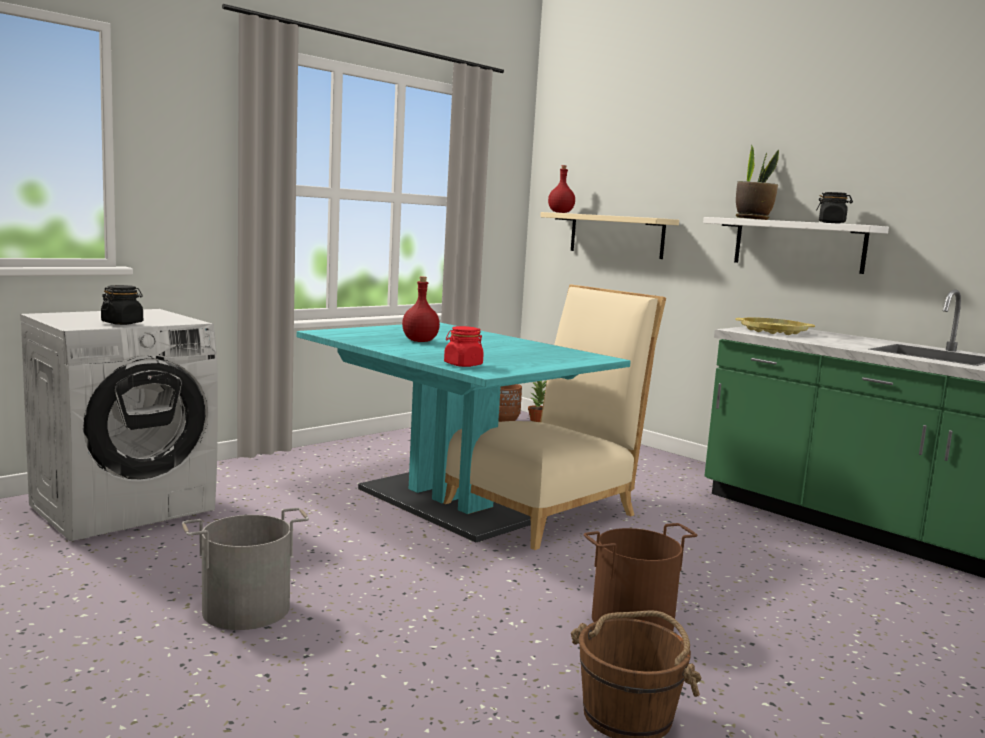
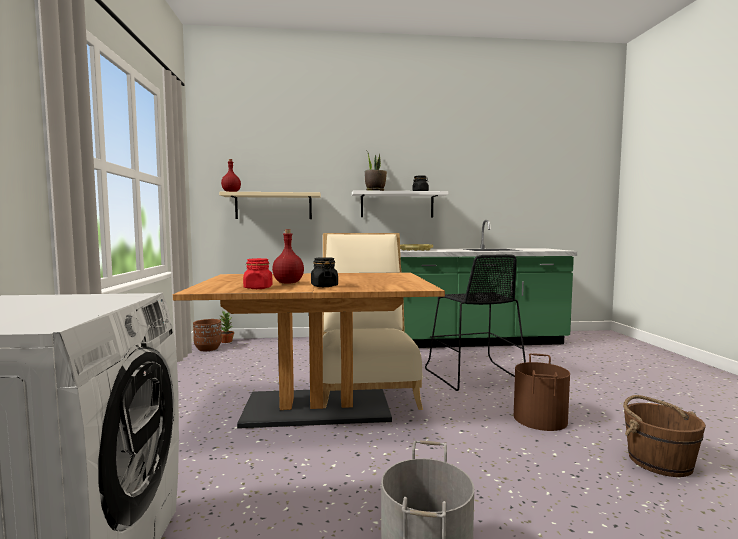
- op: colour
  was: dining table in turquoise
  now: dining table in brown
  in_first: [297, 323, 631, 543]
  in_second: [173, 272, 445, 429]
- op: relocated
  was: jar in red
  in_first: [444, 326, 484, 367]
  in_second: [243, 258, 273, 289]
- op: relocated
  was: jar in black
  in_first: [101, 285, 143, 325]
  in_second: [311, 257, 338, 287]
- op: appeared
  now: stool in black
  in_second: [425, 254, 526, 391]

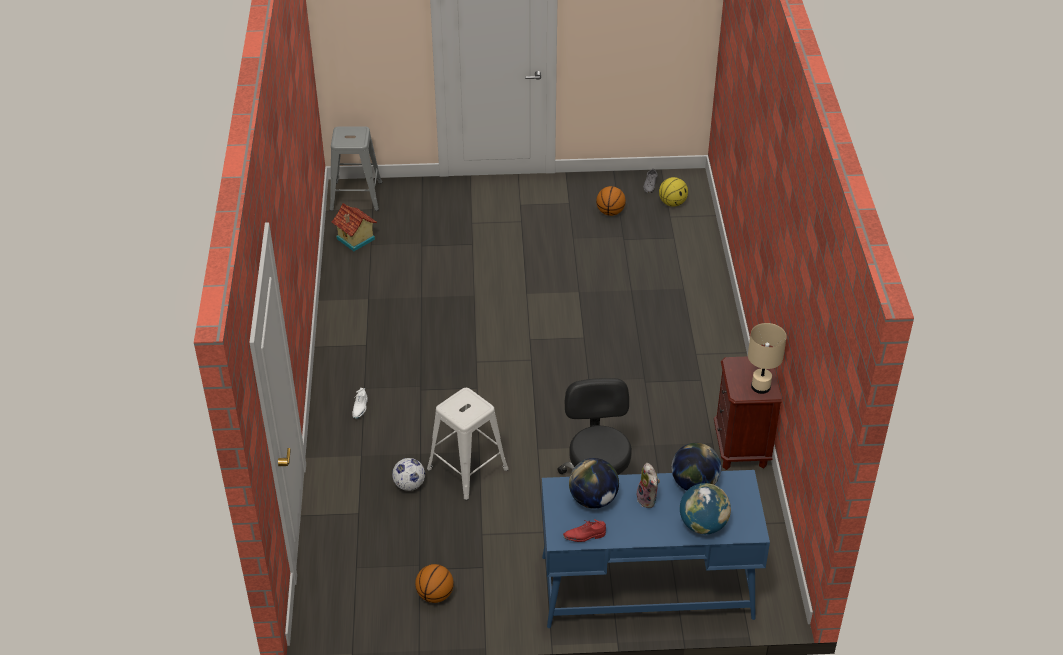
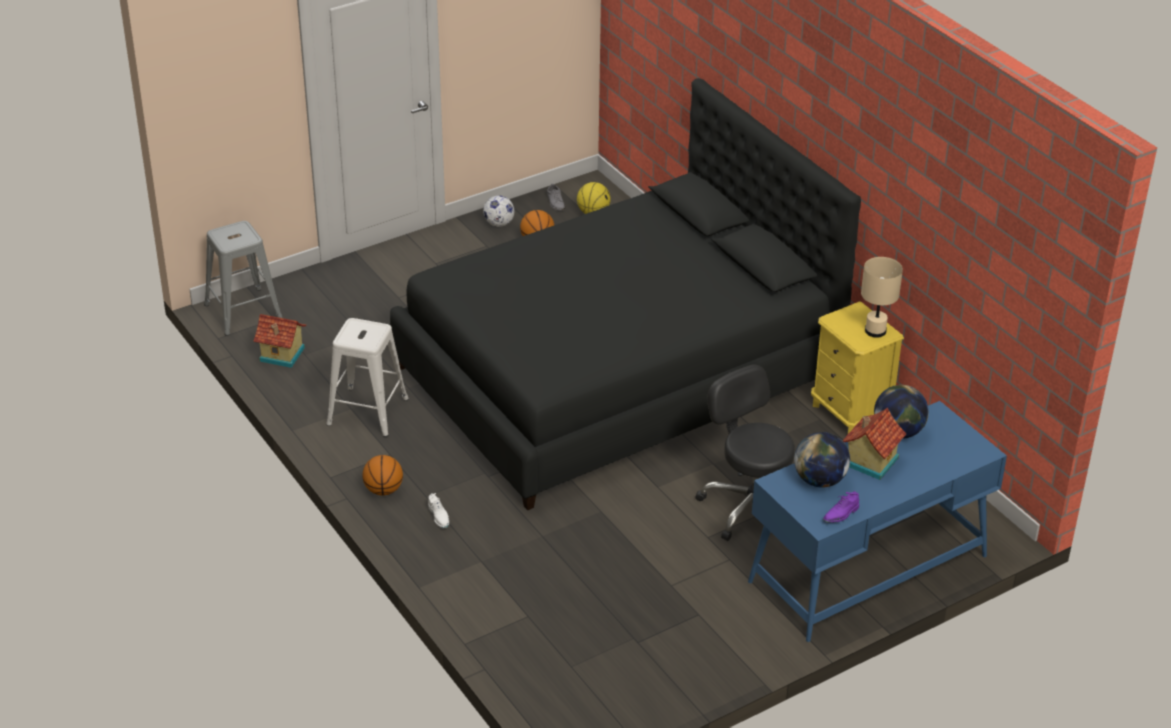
- op: relocated
  was: stool in white
  in_first: [427, 388, 509, 500]
  in_second: [326, 318, 409, 437]
- op: relocated
  was: basketball
  in_first: [415, 564, 454, 603]
  in_second: [362, 455, 403, 496]
- op: appeared
  now: bed in black
  in_second: [390, 78, 861, 510]
- op: relocated
  was: football
  in_first: [392, 458, 425, 491]
  in_second: [483, 195, 515, 227]
- op: colour
  was: nightstand in brown
  now: nightstand in yellow
  in_first: [714, 356, 782, 470]
  in_second: [811, 301, 904, 434]
- op: colour
  was: shoe in red
  now: shoe in purple
  in_first: [563, 519, 606, 542]
  in_second: [823, 491, 859, 523]
- op: exchanged
  was: plush toy
  now: toy house
  in_first: [637, 463, 660, 508]
  in_second: [842, 407, 907, 480]
- op: missing
  was: globe
  in_first: [680, 483, 731, 534]

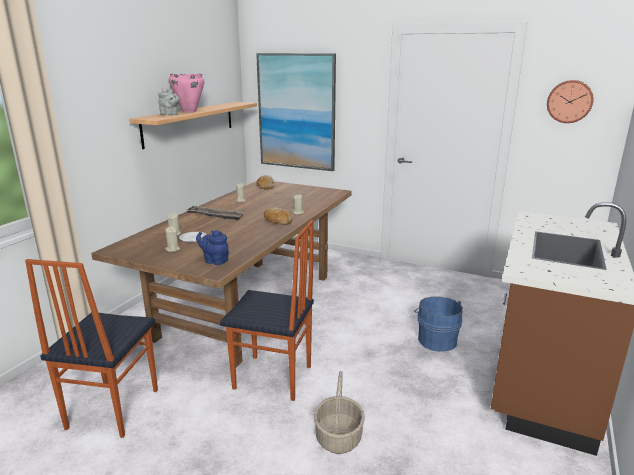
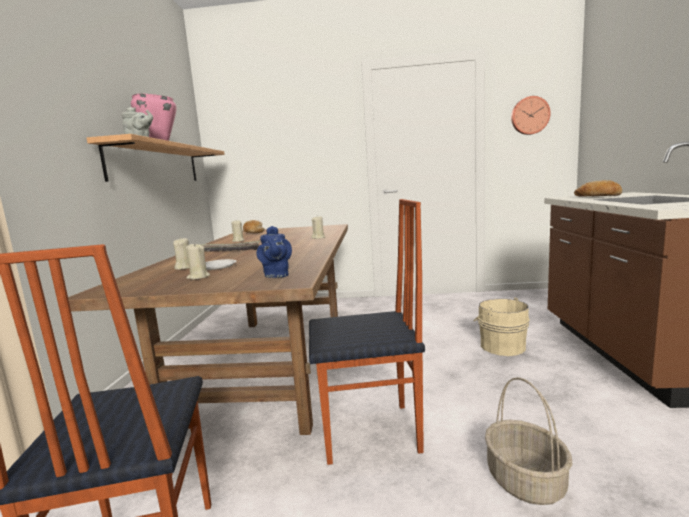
- op: spun
  was: teapot in blue
  in_first: [196, 230, 229, 265]
  in_second: [257, 226, 292, 278]
  clockwise: -105
- op: colour
  was: bucket in blue
  now: bucket in beige
  in_first: [414, 297, 463, 352]
  in_second: [473, 297, 530, 356]
- op: relocated
  was: bread
  in_first: [264, 207, 292, 225]
  in_second: [574, 180, 622, 196]
- op: missing
  was: picture
  in_first: [256, 53, 336, 171]

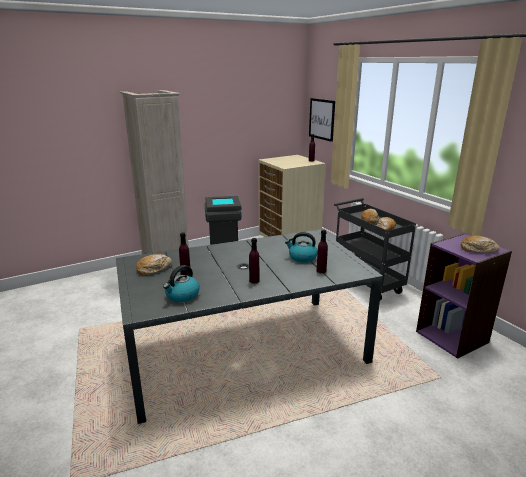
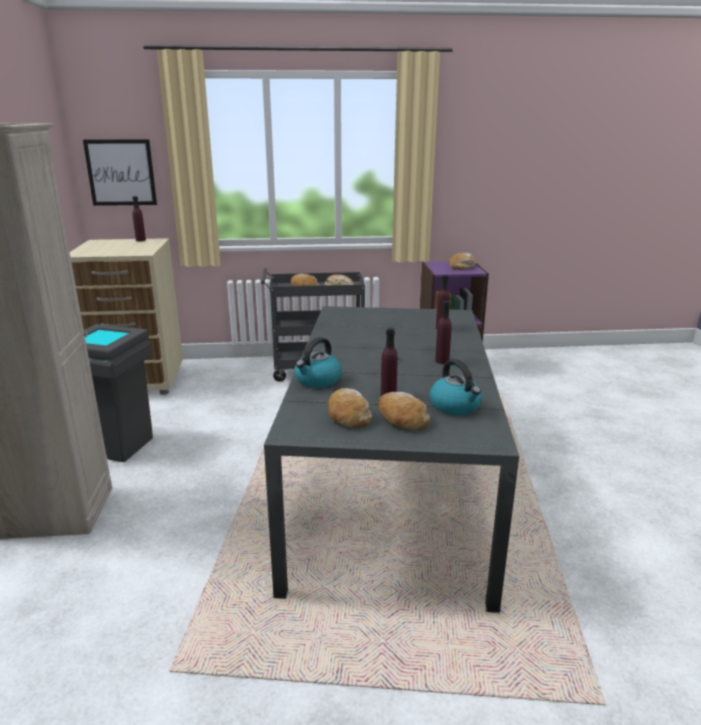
- op: relocated
  was: kettle
  in_first: [285, 232, 318, 263]
  in_second: [294, 337, 342, 388]
- op: appeared
  now: bread
  in_second: [378, 392, 430, 430]

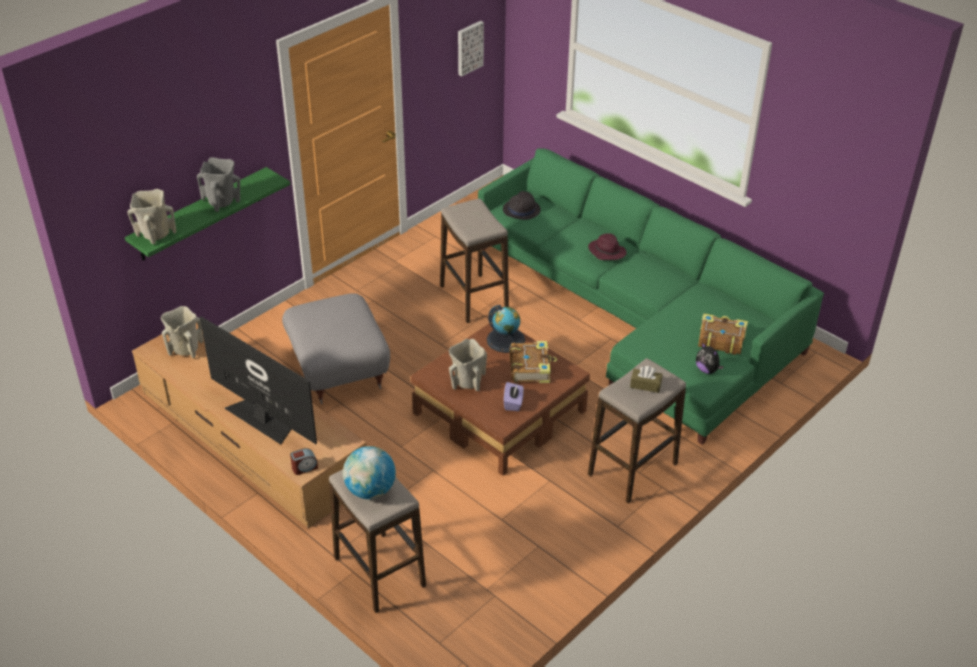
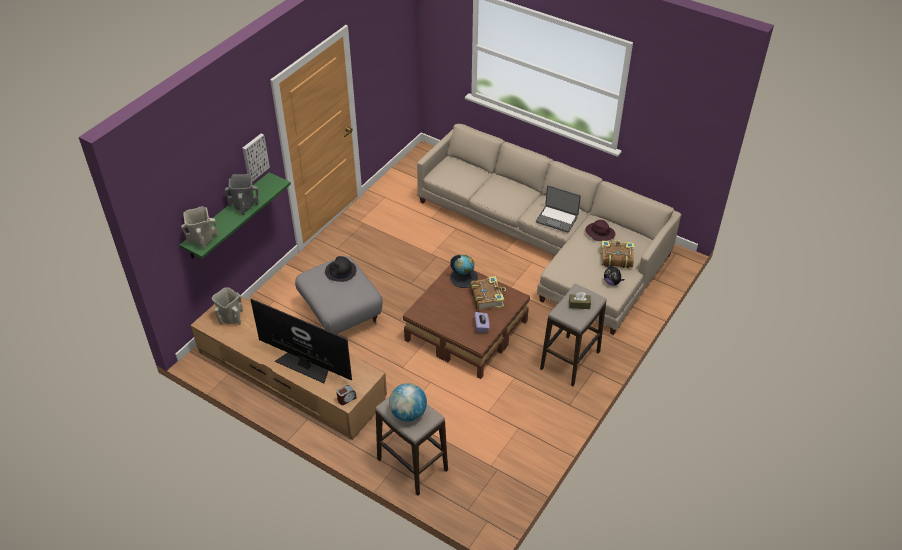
- op: relocated
  was: picture
  in_first: [458, 21, 484, 77]
  in_second: [242, 133, 270, 182]
- op: relocated
  was: hat in black
  in_first: [503, 191, 541, 220]
  in_second: [325, 256, 356, 282]
- op: colour
  was: sofa in green
  now: sofa in beige
  in_first: [478, 148, 824, 445]
  in_second: [417, 124, 681, 335]
- op: appeared
  now: laptop
  in_second: [536, 185, 581, 233]
- op: relocated
  was: hat in purple
  in_first: [588, 233, 627, 260]
  in_second: [585, 220, 615, 241]
- op: missing
  was: stool
  in_first: [440, 199, 509, 323]
- op: missing
  was: vase in beige
  in_first: [449, 339, 487, 391]

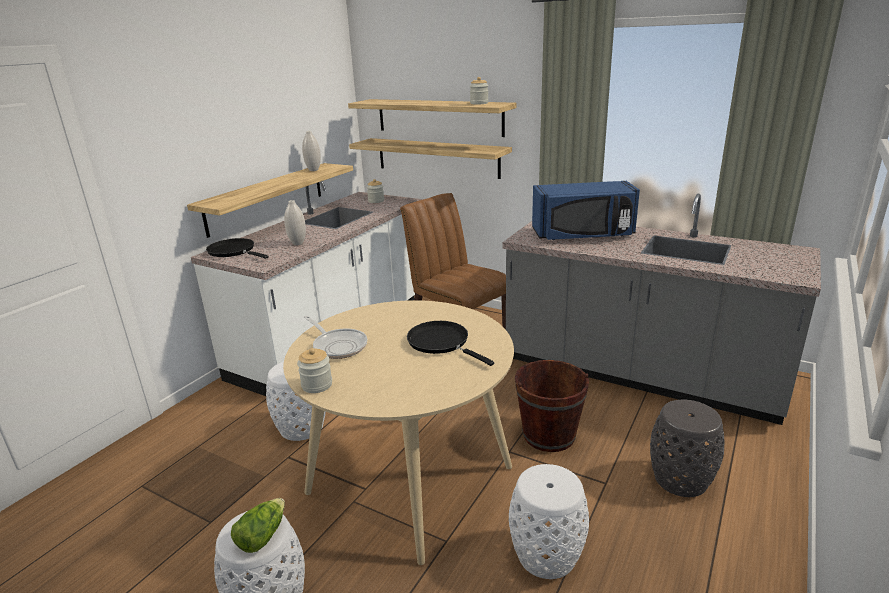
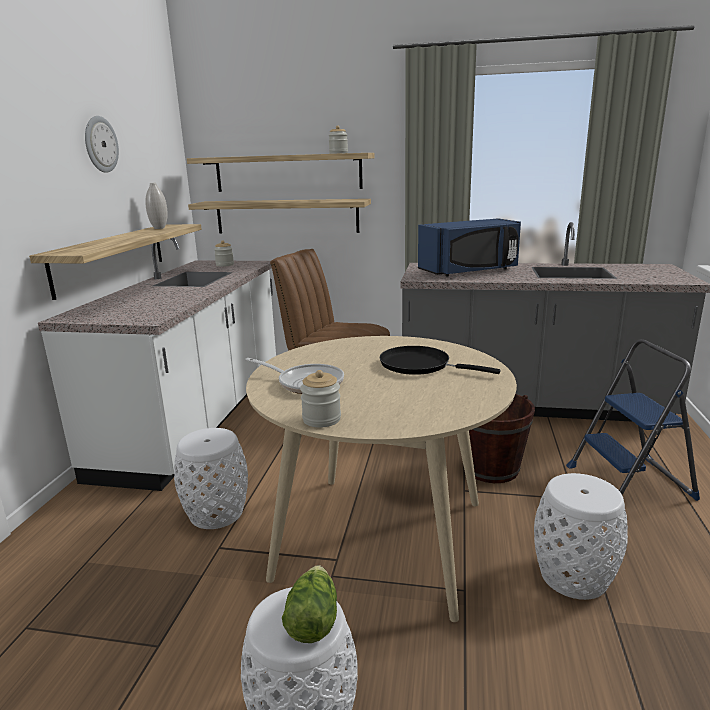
- op: appeared
  now: wall clock
  in_second: [85, 116, 119, 173]
- op: exchanged
  was: stool in grey
  now: step ladder in blue
  in_first: [650, 400, 725, 497]
  in_second: [566, 339, 700, 501]
- op: missing
  was: frying pan in black
  in_first: [206, 238, 269, 259]
- op: missing
  was: vase in white
  in_first: [284, 200, 306, 245]

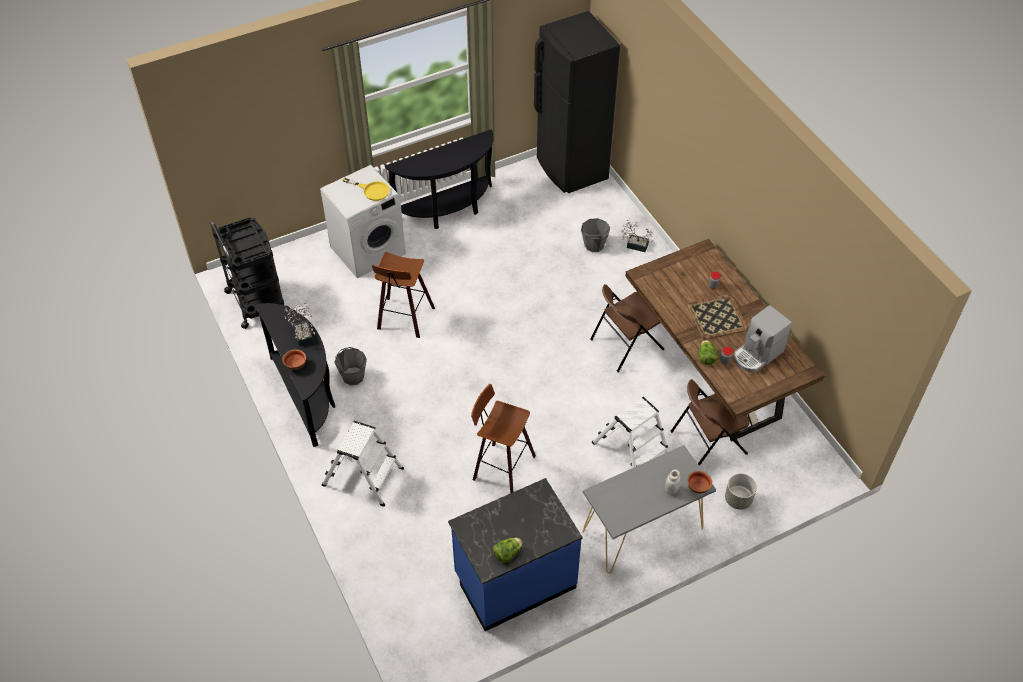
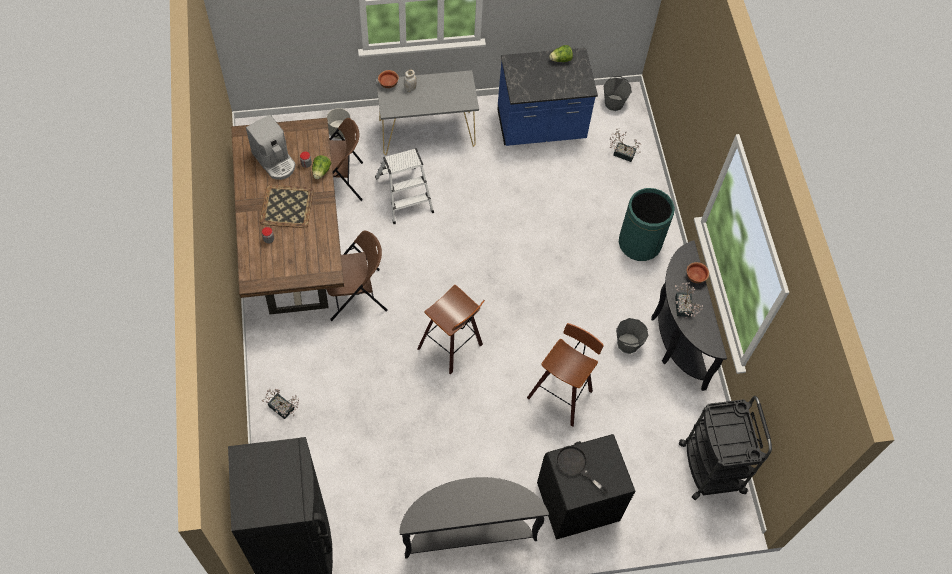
- op: spun
  was: coffee machine
  in_first: [734, 305, 792, 372]
  in_second: [246, 115, 296, 180]
  clockwise: 75
- op: relocated
  was: stool
  in_first: [471, 384, 536, 493]
  in_second: [417, 285, 485, 375]
- op: colour
  was: washing machine in white
  now: washing machine in black
  in_first: [320, 165, 406, 278]
  in_second: [537, 434, 635, 540]
- op: colour
  was: frying pan in yellow
  now: frying pan in black
  in_first: [342, 178, 390, 201]
  in_second: [556, 446, 608, 494]
- op: relocated
  was: bucket in grey
  in_first: [581, 218, 610, 252]
  in_second: [604, 76, 632, 111]
- op: appeared
  now: potted plant
  in_second: [610, 128, 641, 162]
- op: exchanged
  was: step ladder in white
  now: trash can in green
  in_first: [322, 421, 404, 507]
  in_second: [619, 188, 675, 261]

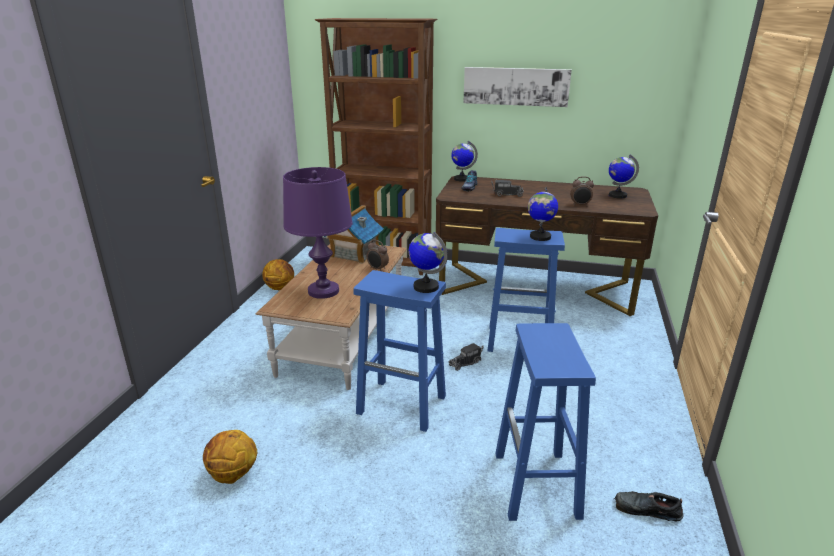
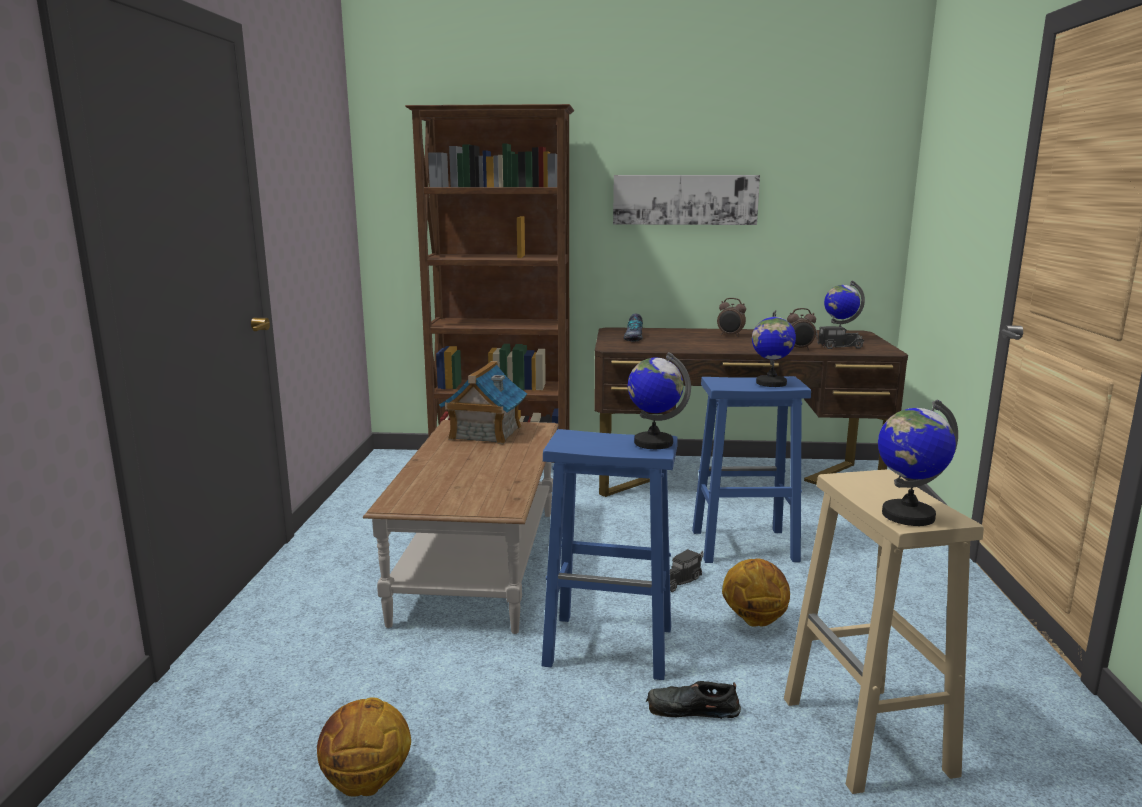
- op: relocated
  was: shoe in black
  in_first: [614, 491, 684, 521]
  in_second: [646, 681, 741, 719]
- op: relocated
  was: alarm clock
  in_first: [367, 240, 389, 271]
  in_second: [717, 298, 746, 337]
- op: relocated
  was: basketball
  in_first: [262, 259, 294, 290]
  in_second: [722, 558, 790, 627]
- op: colour
  was: stool in blue
  now: stool in beige
  in_first: [495, 323, 596, 521]
  in_second: [784, 470, 984, 794]
- op: relocated
  was: toy truck
  in_first: [491, 180, 524, 197]
  in_second: [815, 326, 864, 349]
- op: relocated
  was: globe
  in_first: [451, 141, 478, 182]
  in_second: [878, 400, 958, 526]
- op: missing
  was: table lamp in purple
  in_first: [283, 167, 353, 299]

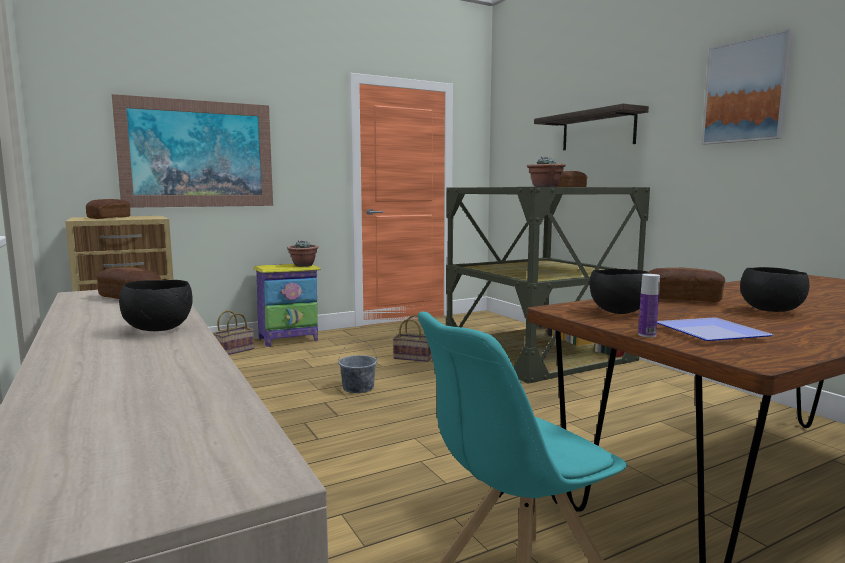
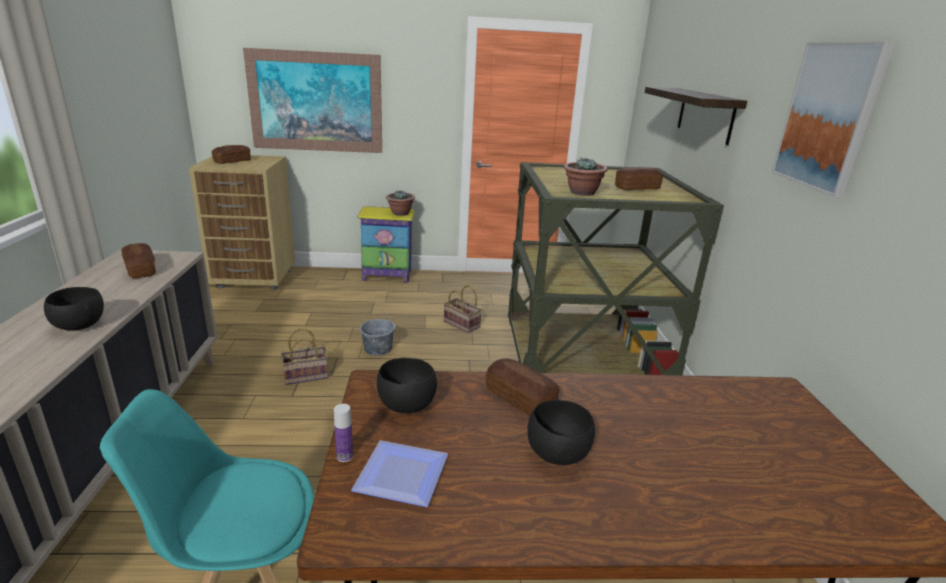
- op: relocated
  was: basket
  in_first: [212, 310, 254, 355]
  in_second: [281, 329, 329, 385]

